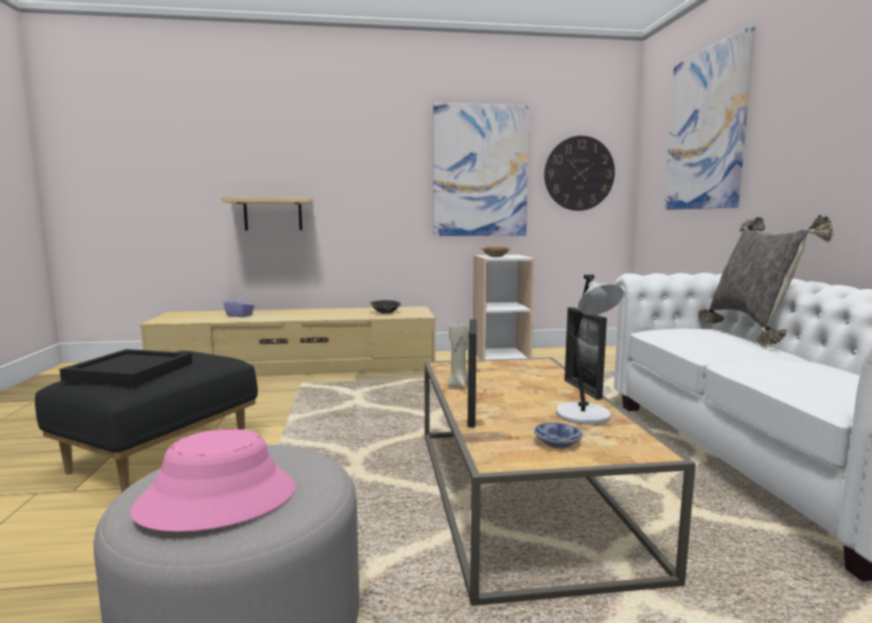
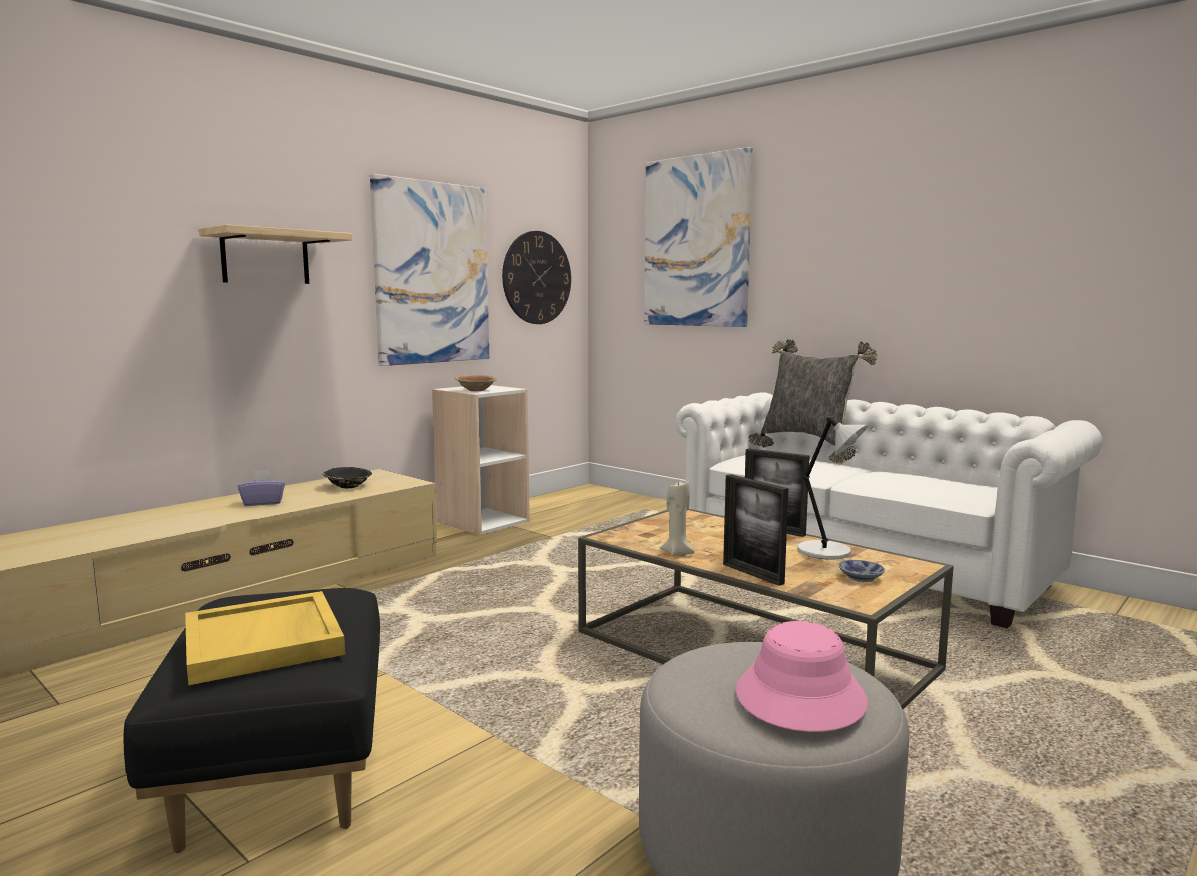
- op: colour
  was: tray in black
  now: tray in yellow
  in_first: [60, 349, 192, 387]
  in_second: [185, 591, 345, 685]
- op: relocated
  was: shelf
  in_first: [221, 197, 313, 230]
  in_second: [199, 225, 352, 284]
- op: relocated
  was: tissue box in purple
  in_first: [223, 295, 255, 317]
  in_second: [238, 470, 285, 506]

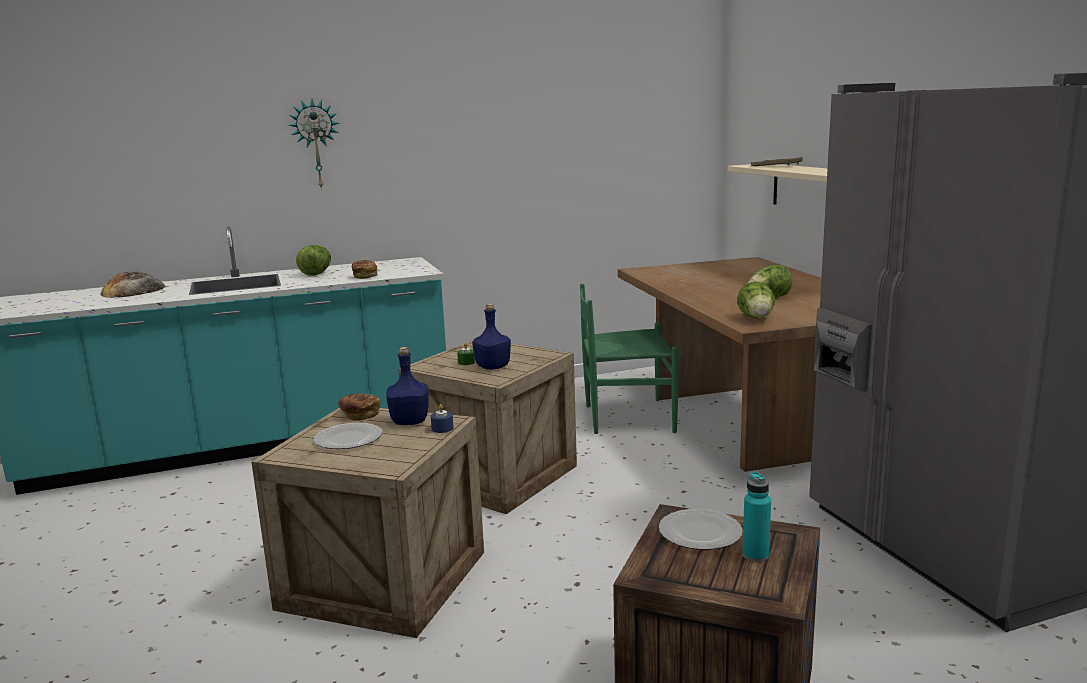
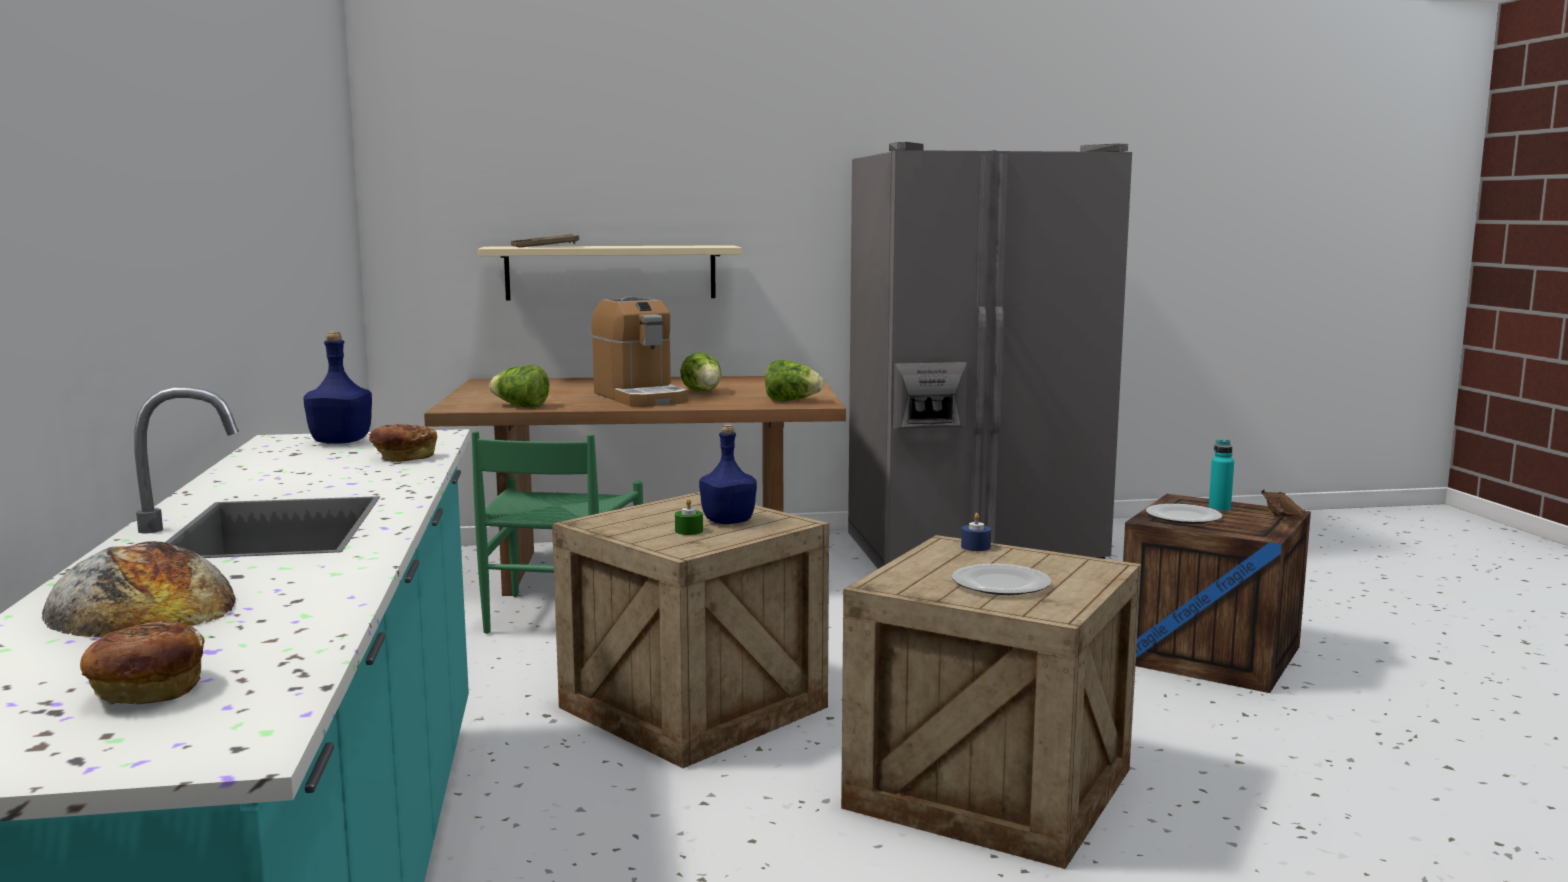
- op: relocated
  was: bread
  in_first: [338, 393, 380, 421]
  in_second: [80, 621, 204, 704]
- op: relocated
  was: bottle in blue
  in_first: [386, 347, 429, 425]
  in_second: [303, 331, 372, 444]
- op: relocated
  was: lettuce
  in_first: [296, 245, 331, 276]
  in_second: [489, 365, 549, 407]
- op: appeared
  now: coffee machine
  in_second: [591, 297, 688, 407]
- op: appeared
  now: tray in brown
  in_second: [1261, 490, 1305, 517]
- op: missing
  was: wall clock
  in_first: [289, 99, 339, 190]

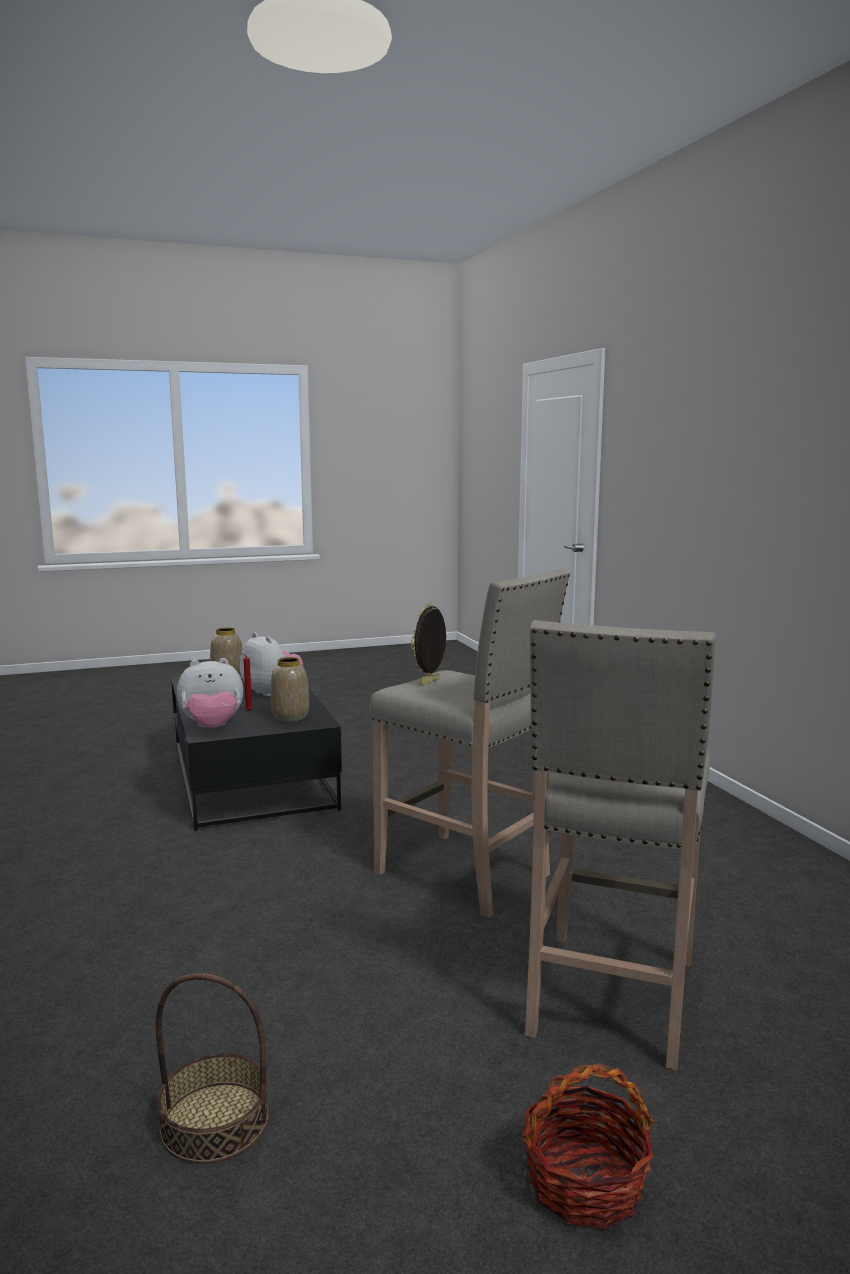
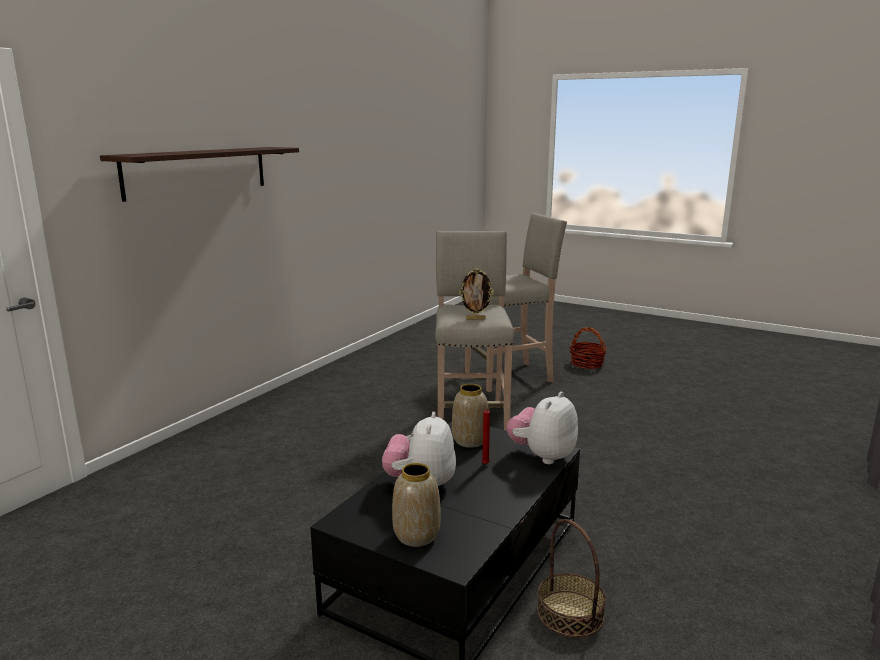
- op: appeared
  now: shelf
  in_second: [100, 147, 299, 202]
- op: spun
  was: plush toy
  in_first: [177, 658, 243, 728]
  in_second: [507, 392, 578, 464]
  clockwise: -90
- op: relocated
  was: basket
  in_first: [156, 973, 269, 1164]
  in_second: [537, 519, 606, 637]

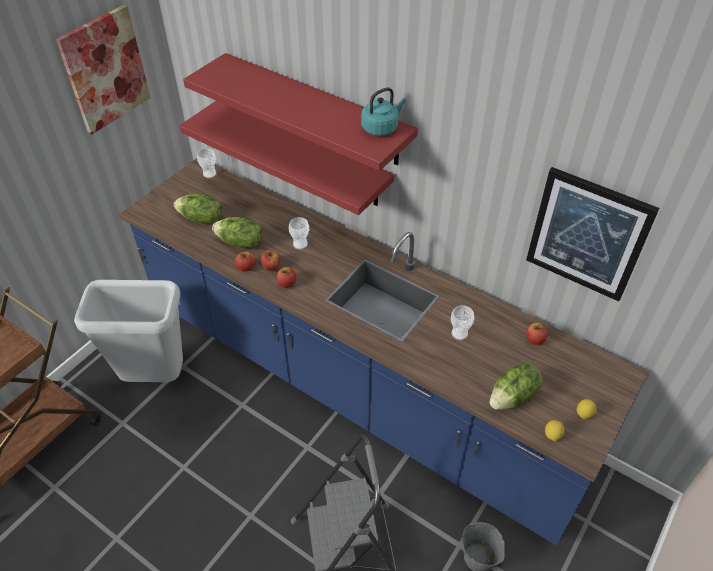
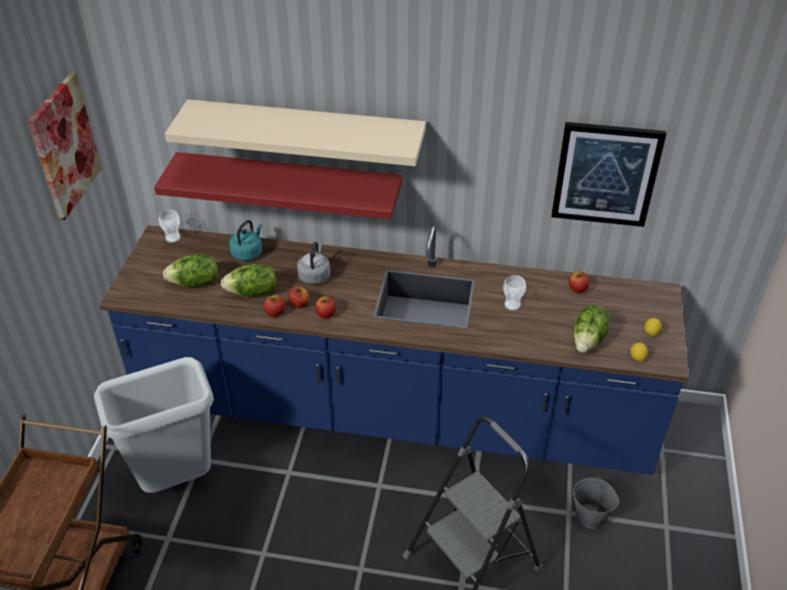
- op: colour
  was: shelf in red
  now: shelf in beige
  in_first: [183, 53, 418, 171]
  in_second: [165, 99, 426, 166]
- op: relocated
  was: kettle in turquoise
  in_first: [361, 87, 406, 136]
  in_second: [229, 220, 262, 261]
- op: exchanged
  was: cup
  now: kettle in grey
  in_first: [289, 217, 309, 250]
  in_second: [297, 242, 330, 284]

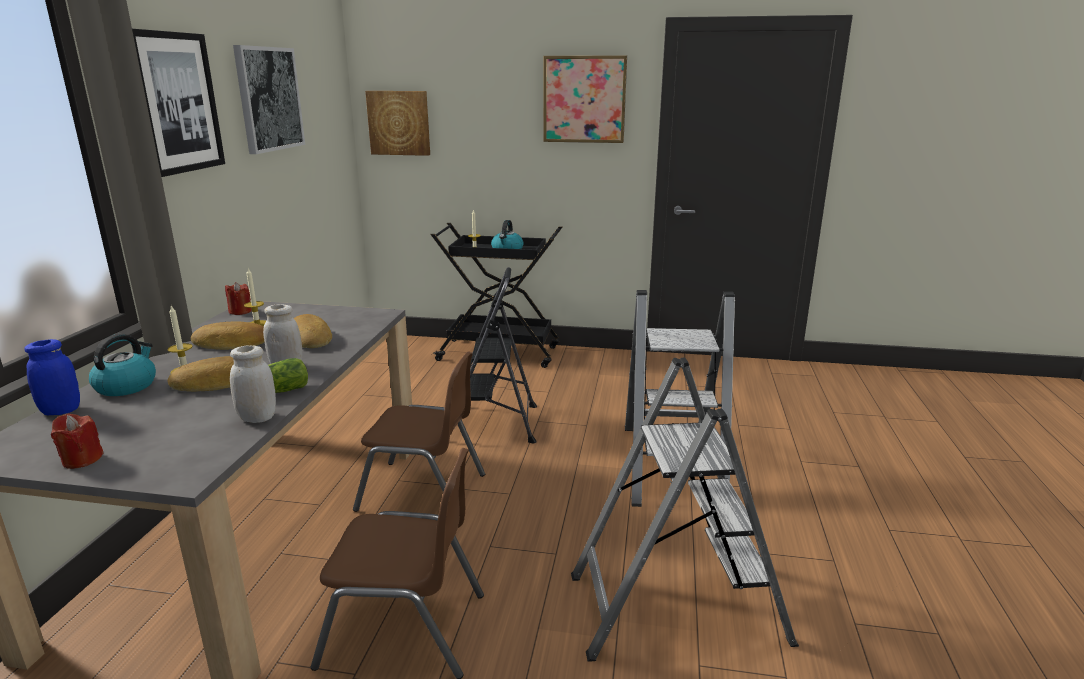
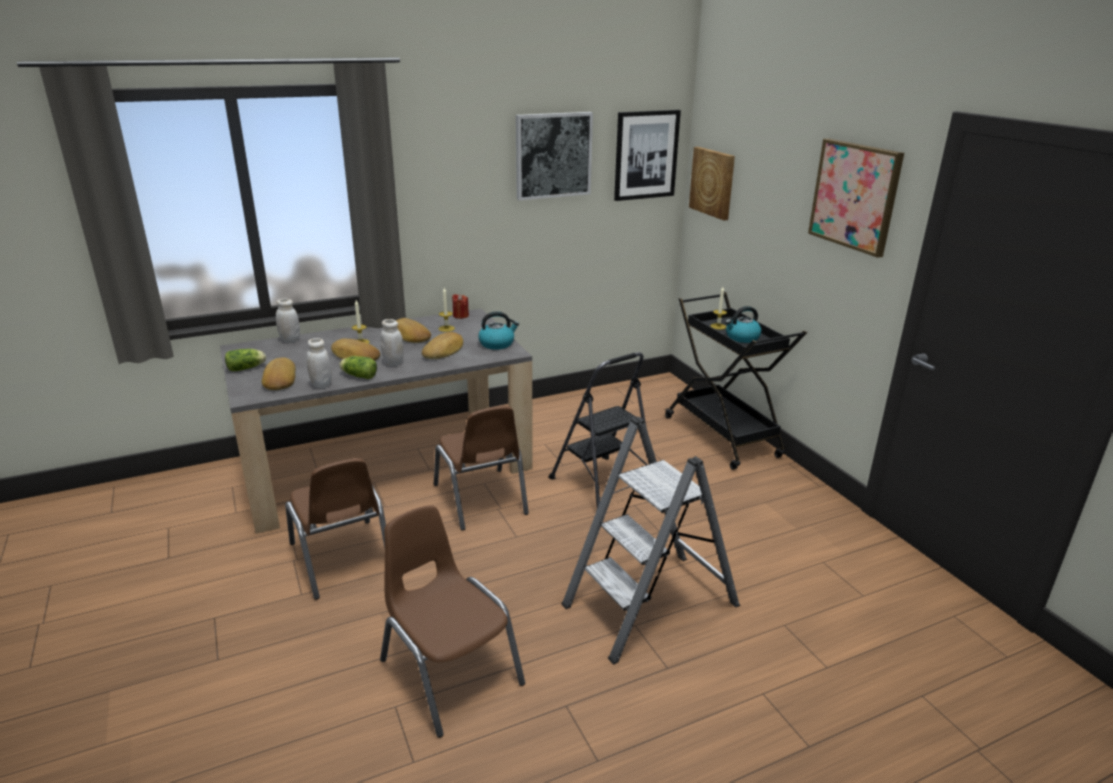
- op: exchanged
  was: candle in red
  now: lettuce
  in_first: [51, 413, 104, 469]
  in_second: [225, 349, 266, 371]
- op: appeared
  now: bread
  in_second: [261, 357, 296, 390]
- op: colour
  was: jar in blue
  now: jar in white
  in_first: [24, 339, 80, 415]
  in_second: [276, 299, 300, 343]
- op: exchanged
  was: step ladder in grey
  now: chair in brown
  in_first: [571, 357, 799, 662]
  in_second: [380, 505, 525, 738]
- op: relocated
  was: kettle
  in_first: [89, 334, 156, 396]
  in_second: [478, 311, 519, 350]
- op: relocated
  was: picture
  in_first: [132, 29, 225, 177]
  in_second: [614, 110, 681, 201]

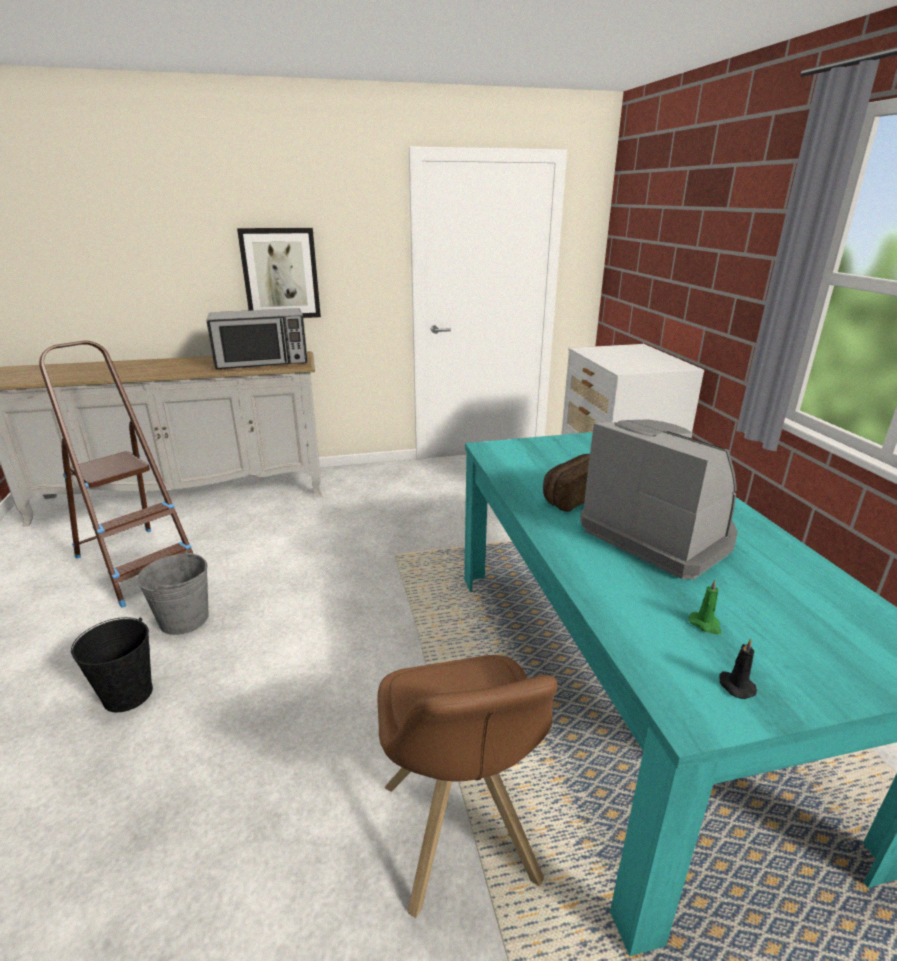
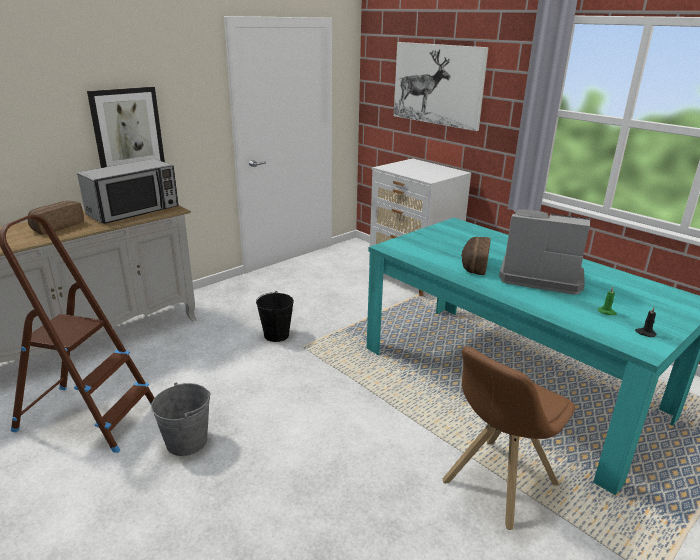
- op: appeared
  now: bread
  in_second: [28, 201, 84, 235]
- op: relocated
  was: bucket in black
  in_first: [71, 617, 153, 713]
  in_second: [256, 291, 294, 342]
- op: appeared
  now: picture
  in_second: [394, 42, 489, 131]
- op: spun
  was: chair in brown
  in_first: [378, 655, 558, 918]
  in_second: [443, 346, 575, 530]
  clockwise: 90

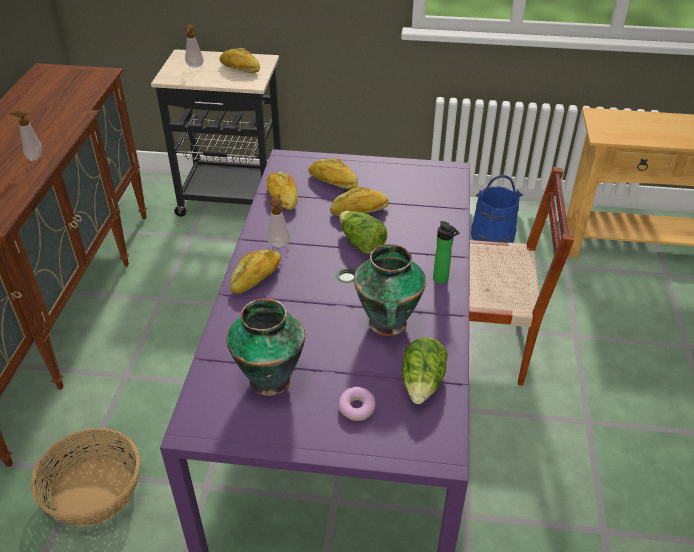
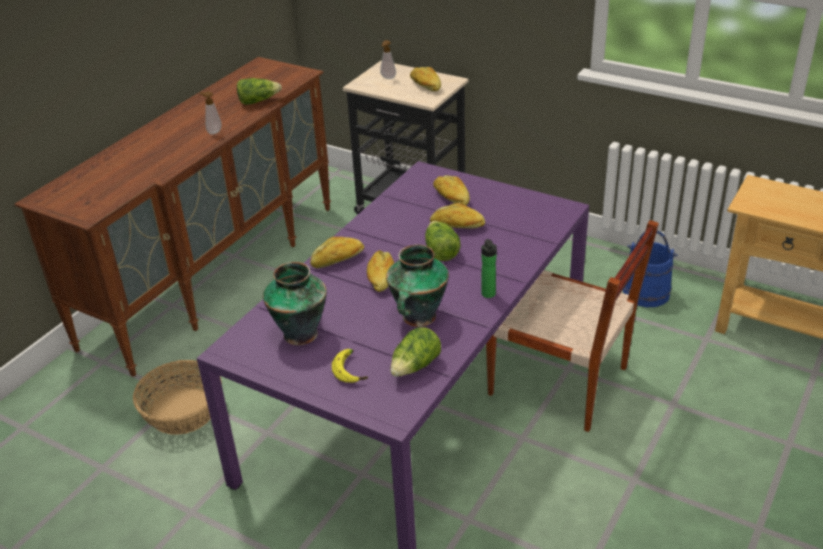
- op: appeared
  now: lettuce
  in_second: [237, 78, 282, 105]
- op: exchanged
  was: donut
  now: banana
  in_first: [339, 387, 375, 421]
  in_second: [332, 349, 368, 383]
- op: relocated
  was: bread
  in_first: [267, 172, 298, 210]
  in_second: [367, 250, 394, 292]
- op: missing
  was: soap dispenser
  in_first: [266, 194, 291, 247]

